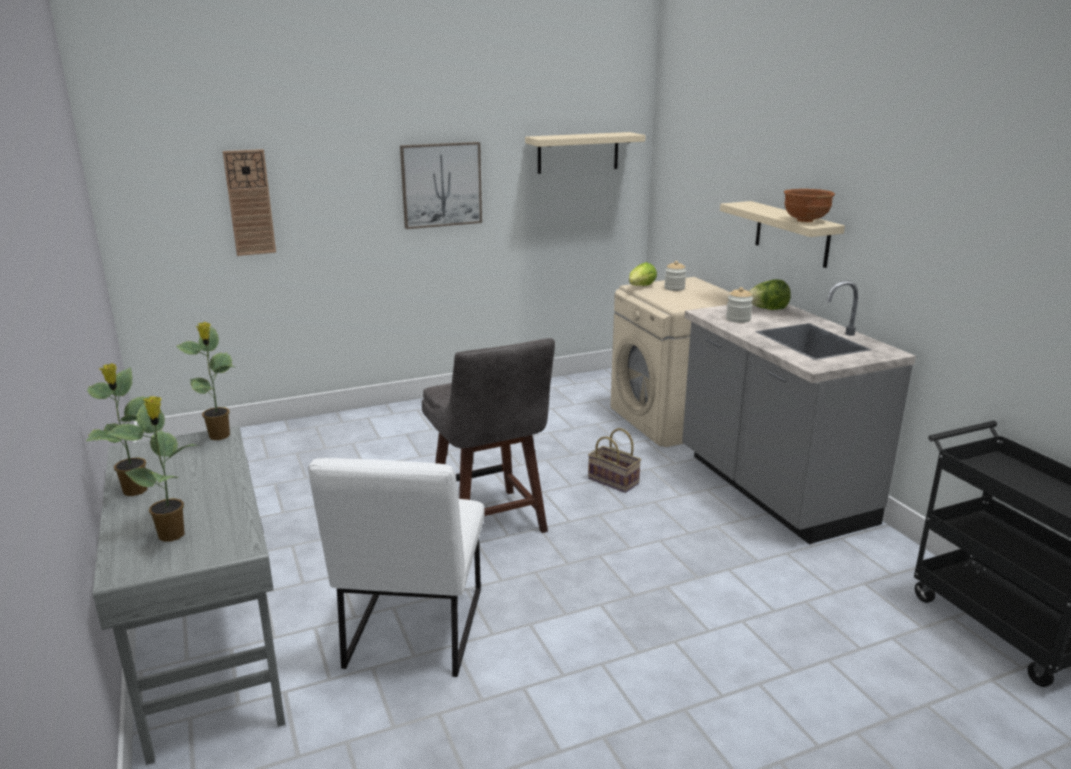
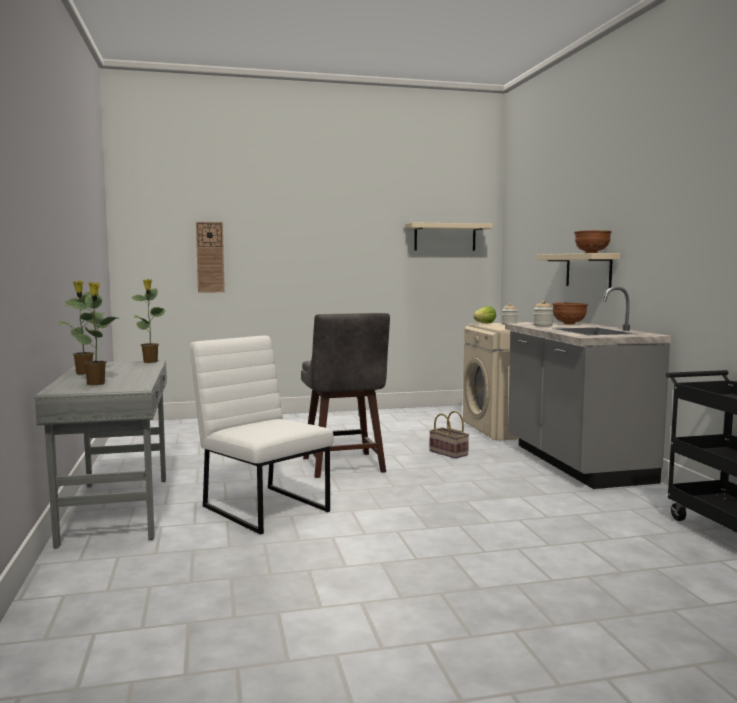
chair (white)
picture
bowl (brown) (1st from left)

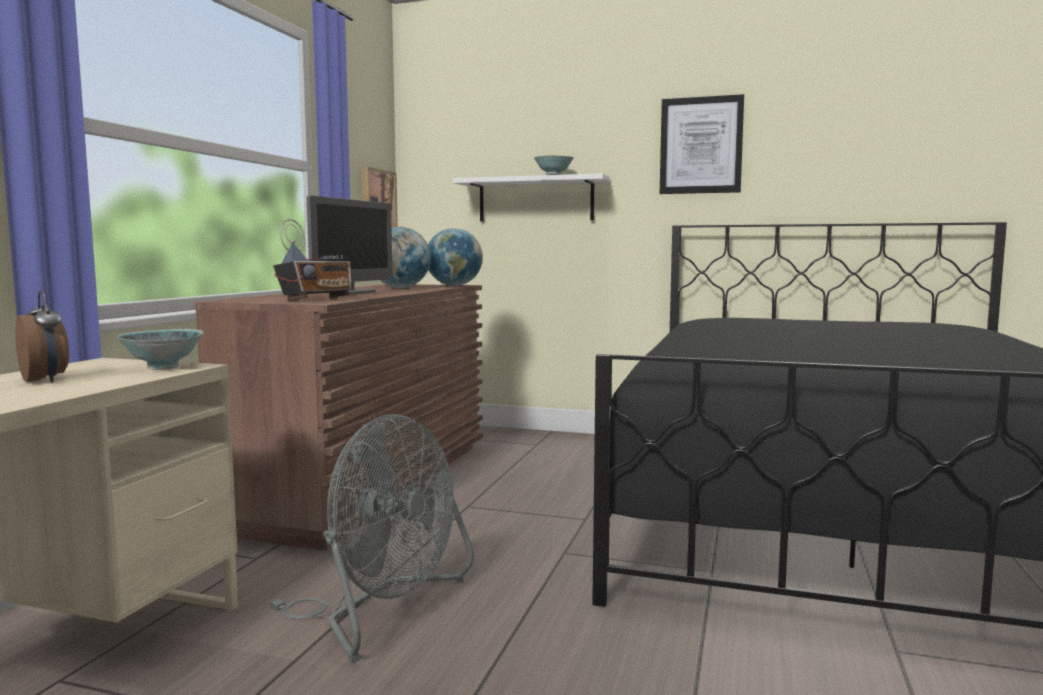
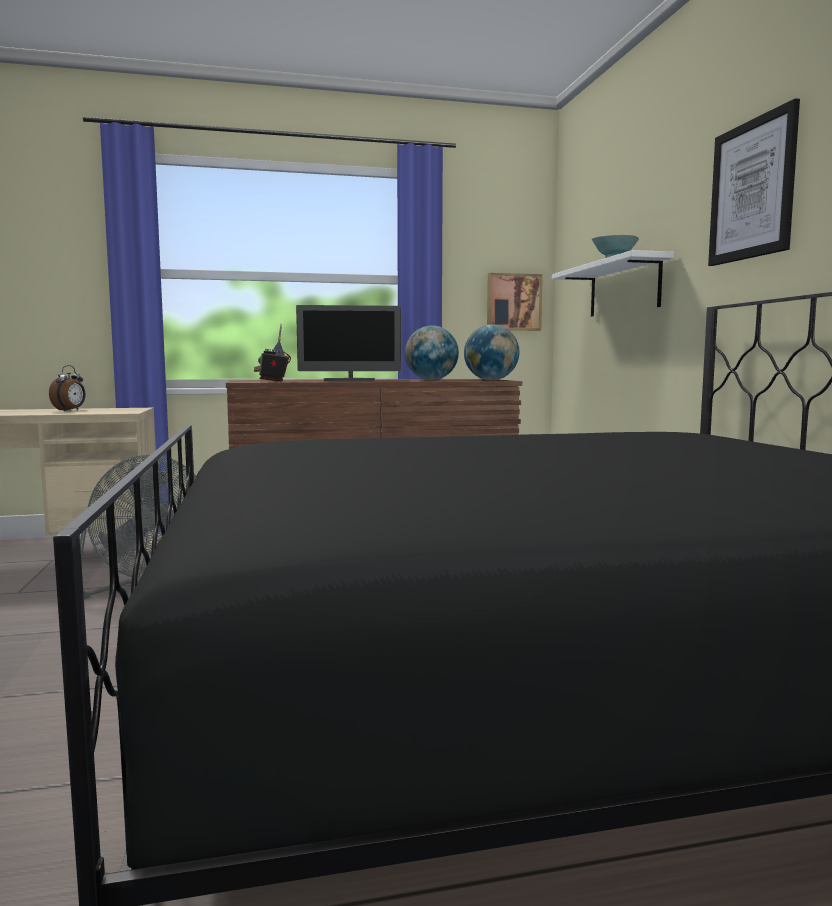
bowl (1st from left in the first image)
radio

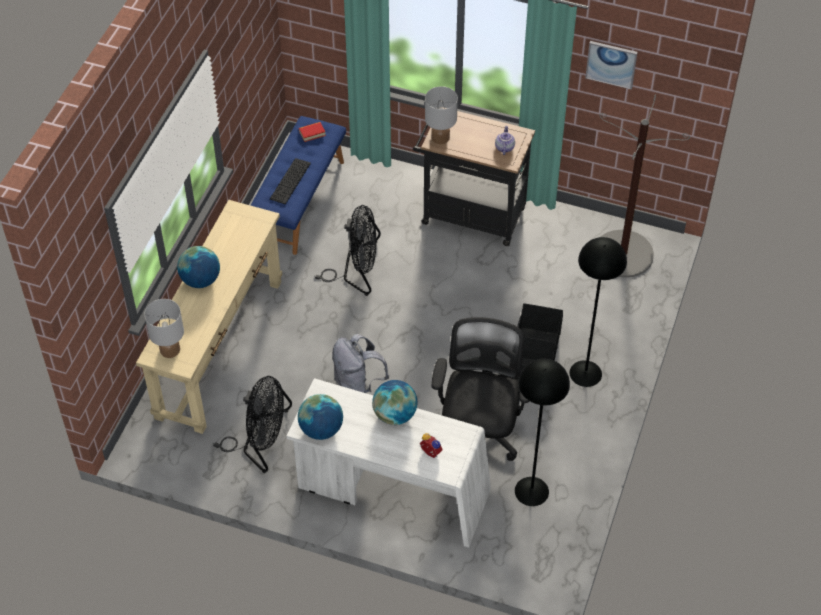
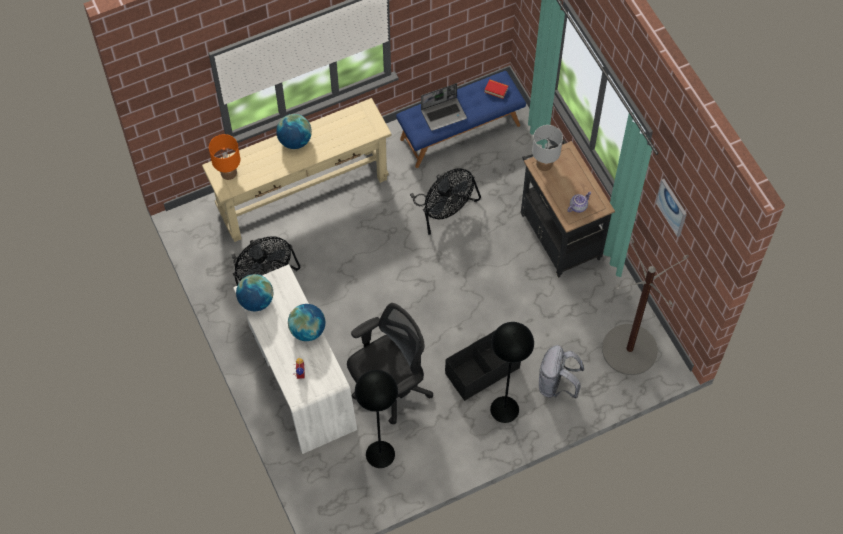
table lamp (orange)
laptop
backpack (grey)

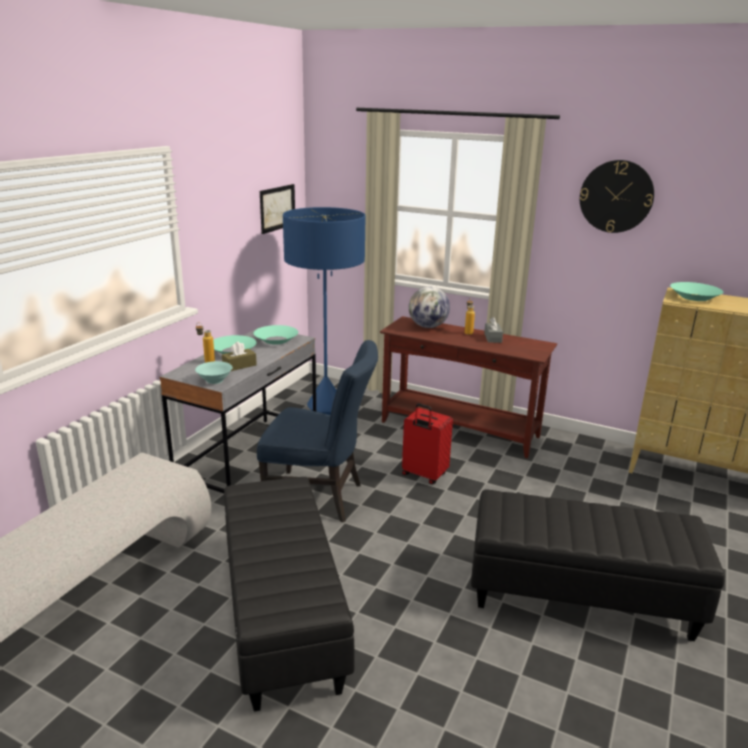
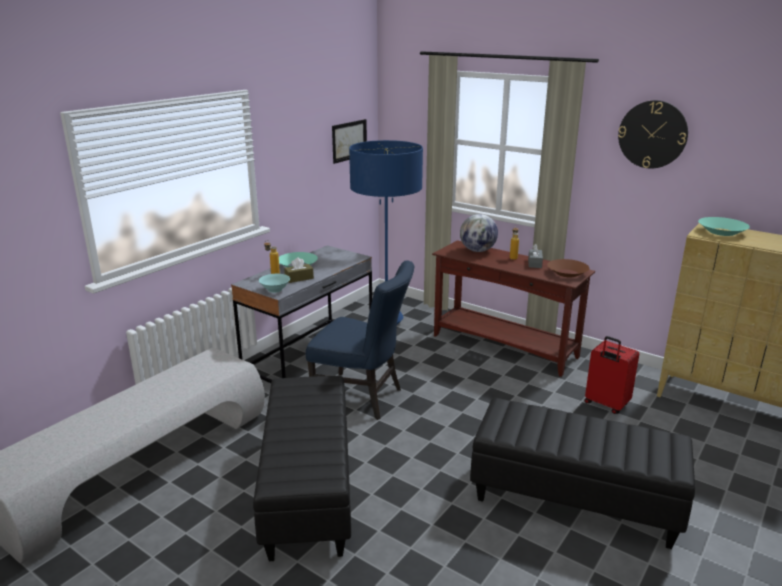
bowl (turquoise) (3rd from left in the first image)
suitcase (red)
bowl (brown)

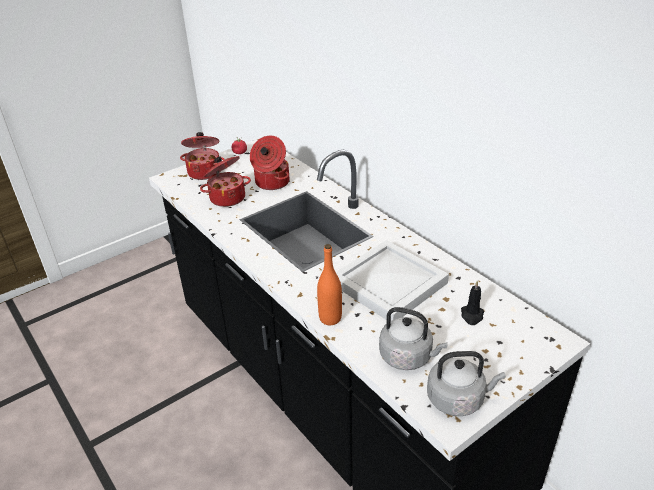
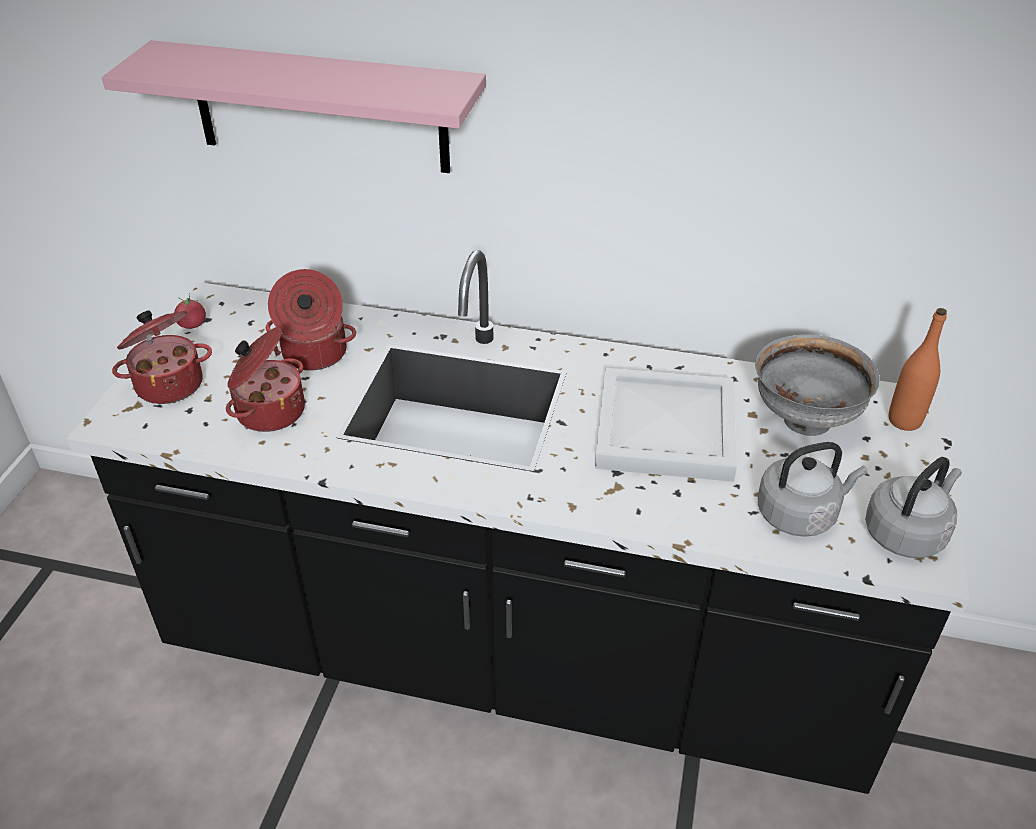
bottle (orange)
bowl (grey)
shelf (pink)

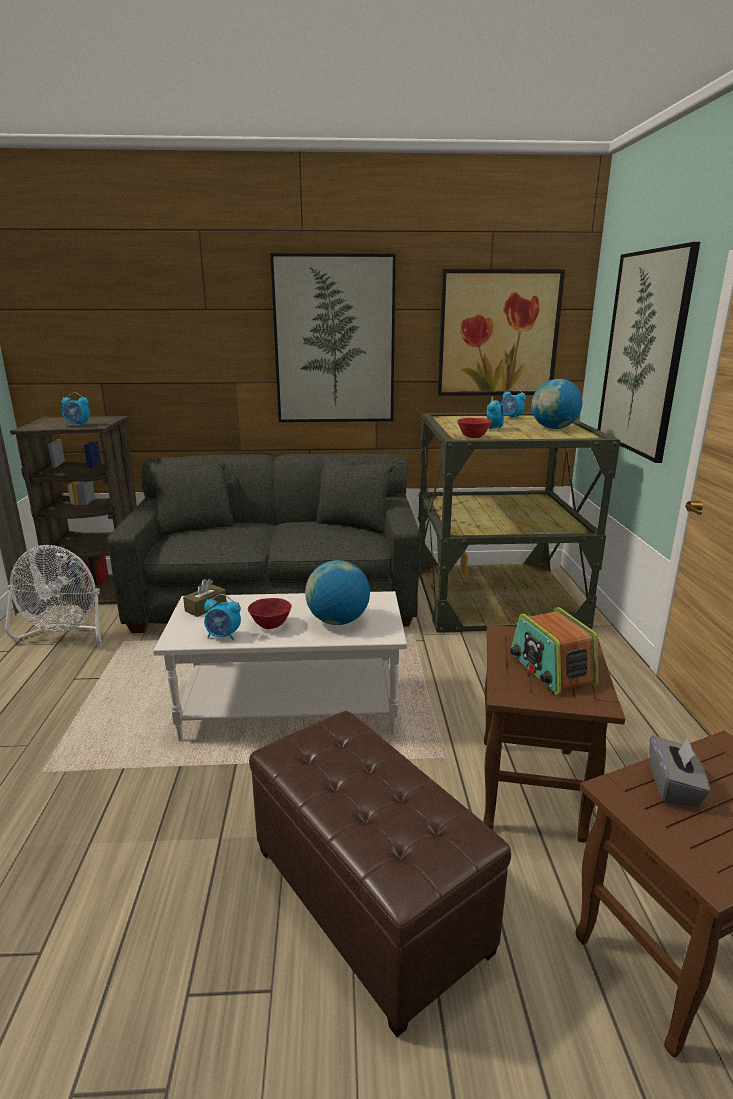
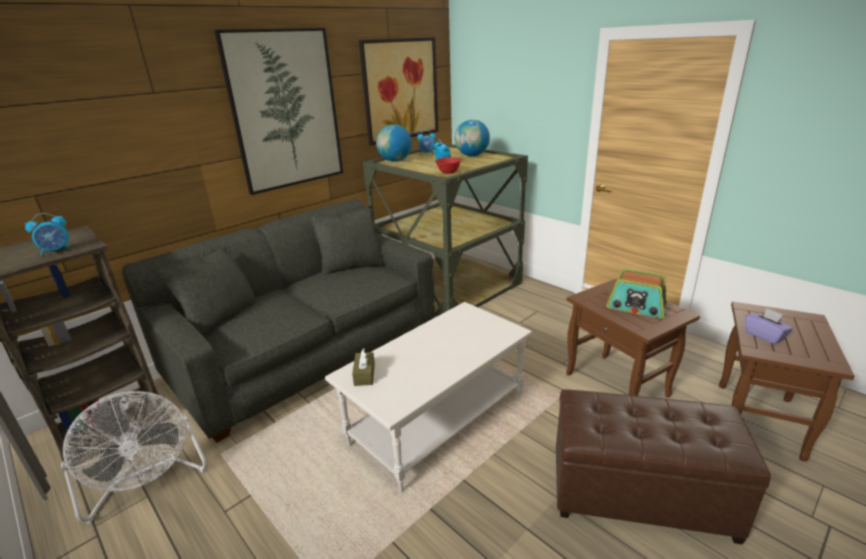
alarm clock (2nd from left in the first image)
bowl (red) (1st from left in the first image)
globe (1st from left)
picture (3rd from left in the first image)
tissue box (purple)

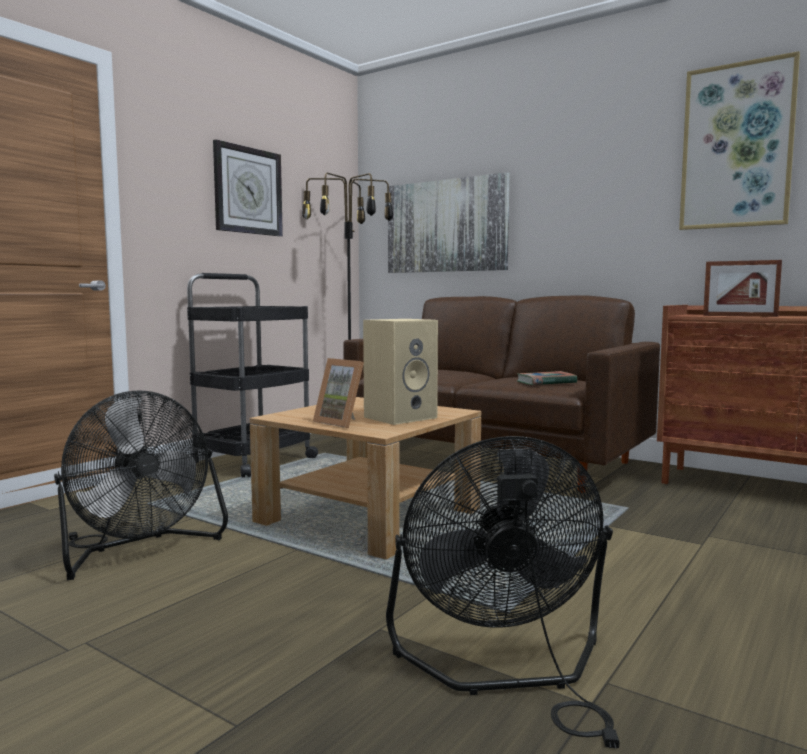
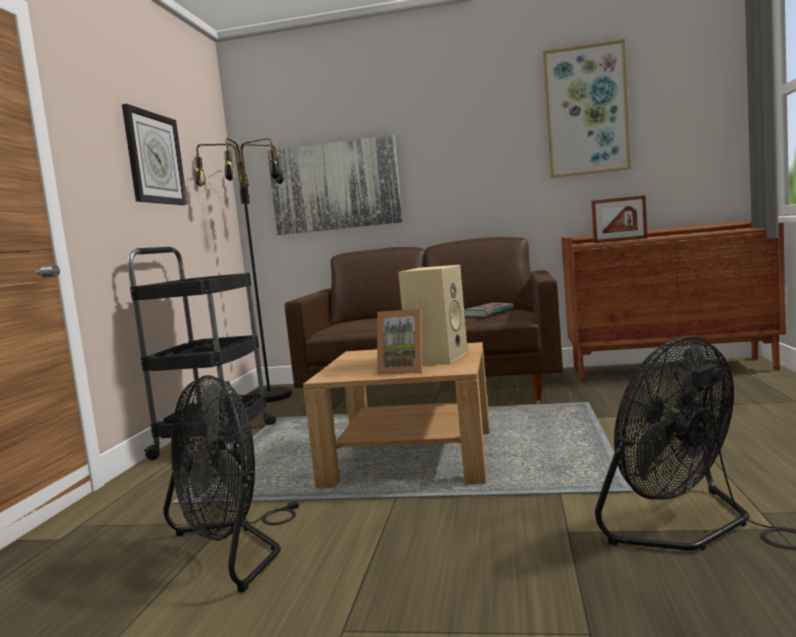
fan (black) (1st from left)

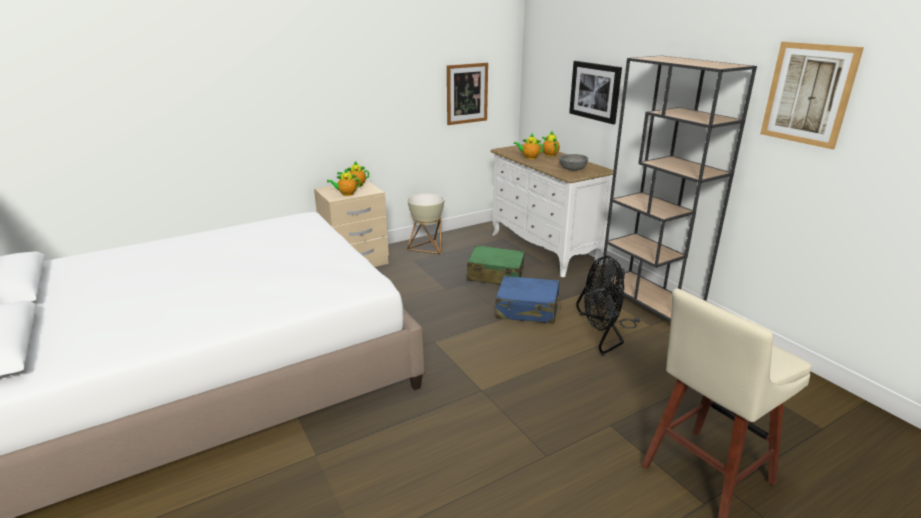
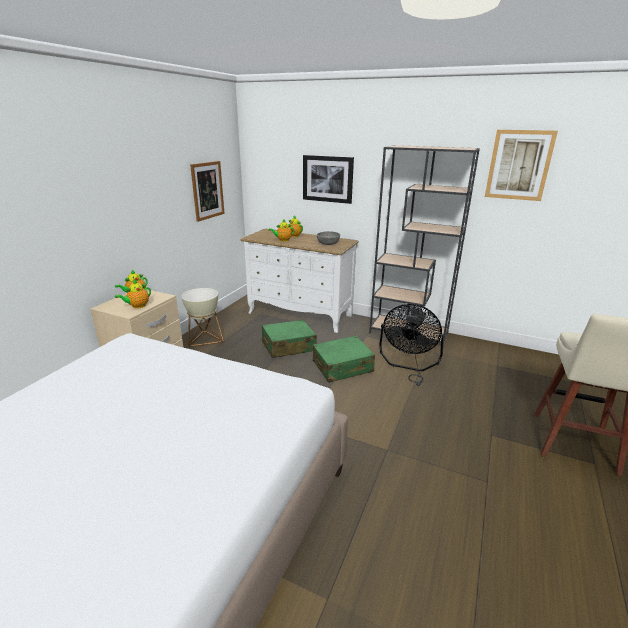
suitcase (green) (2nd from left)
fan (black)

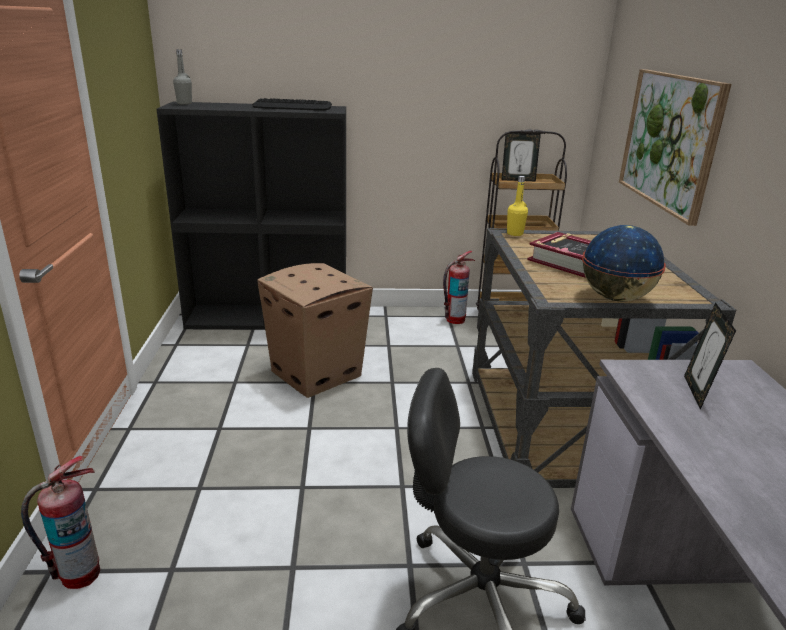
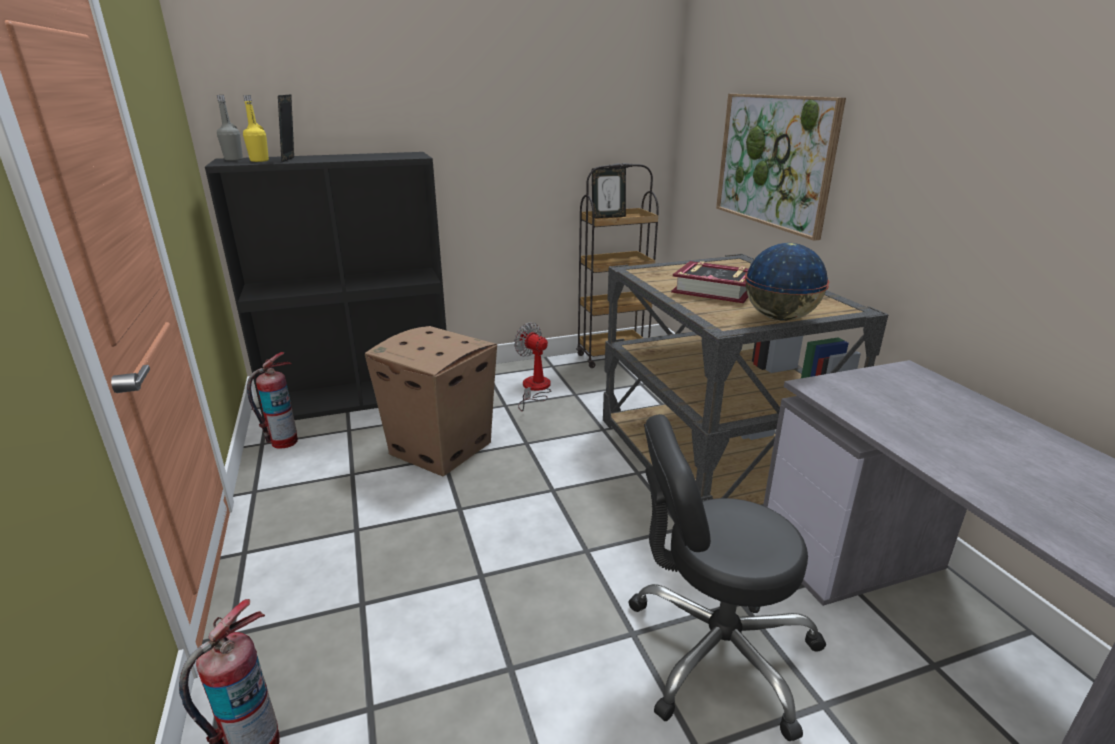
keyboard
fire extinguisher (2nd from left)
bottle (yellow)
picture frame (1st from left)
fan

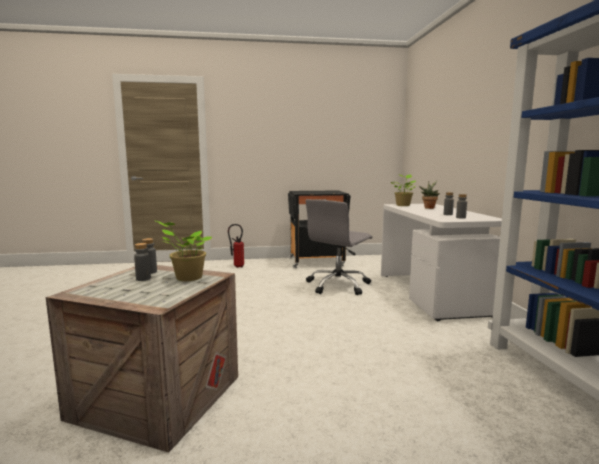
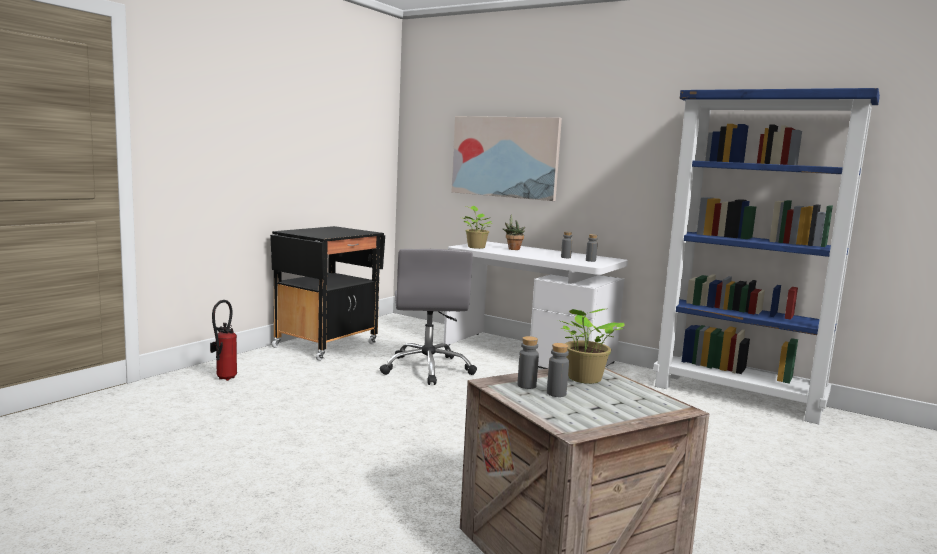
picture

